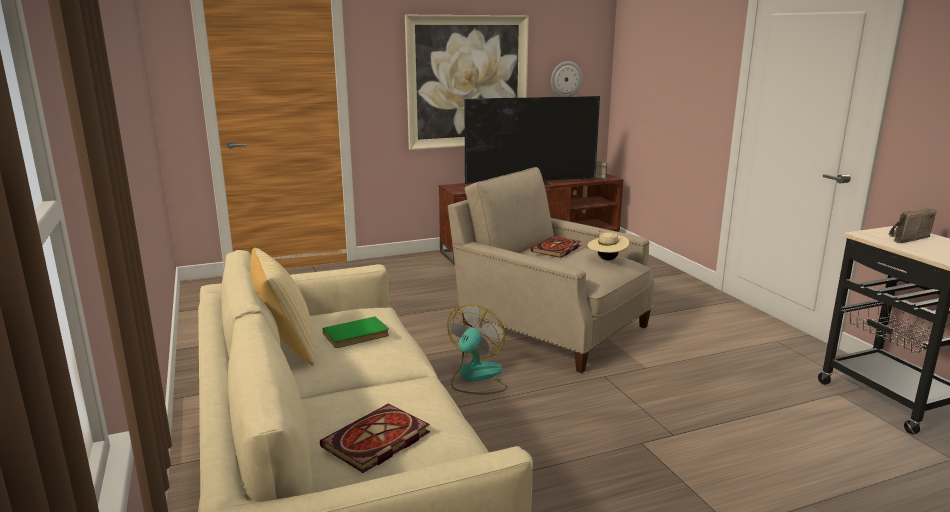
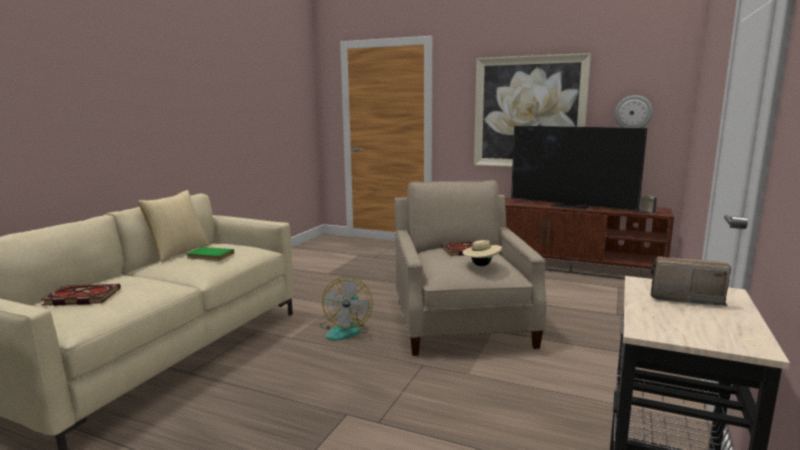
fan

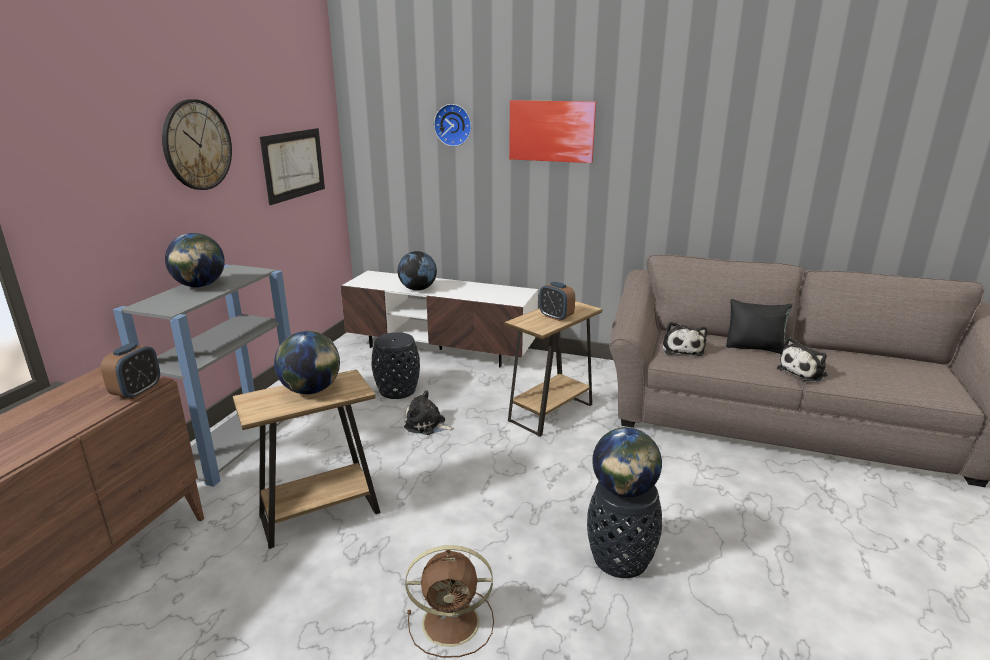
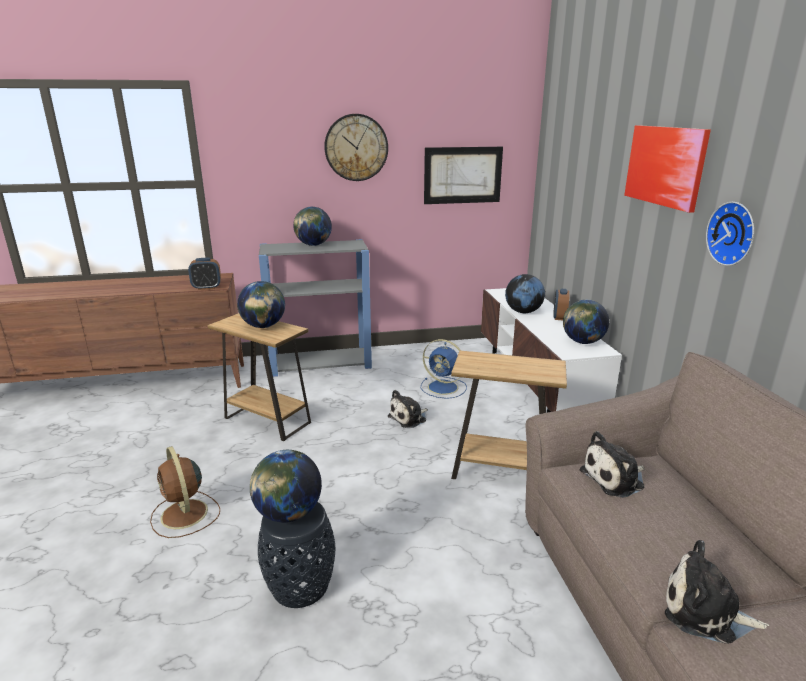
fan (blue)
plush toy (1st from left)
wall clock (2nd from left)
alarm clock (2nd from left)
pillow (black)
globe (5th from left)

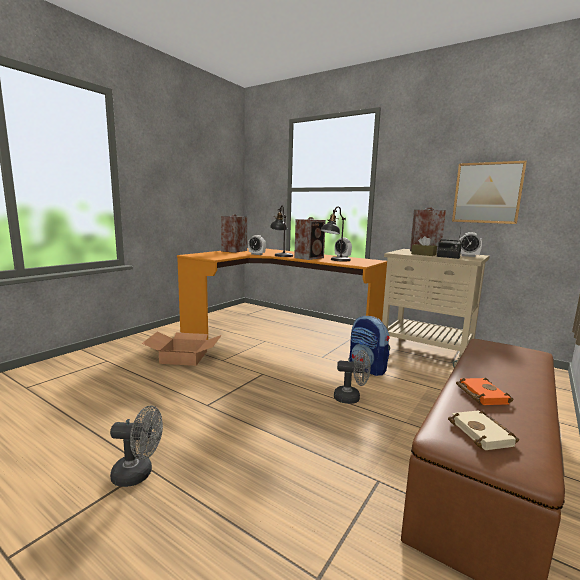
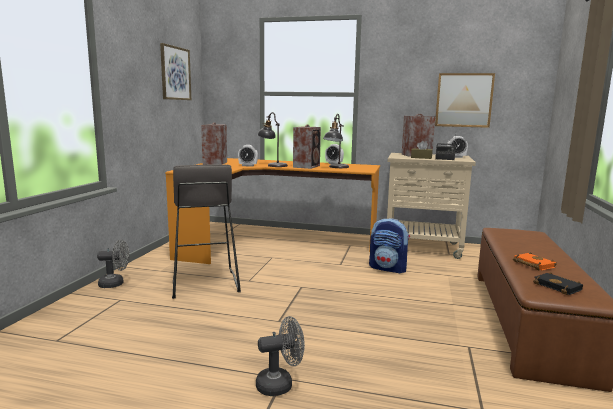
stool (grey)
fan (grey) (1st from left)
book (black)
picture (1st from left)

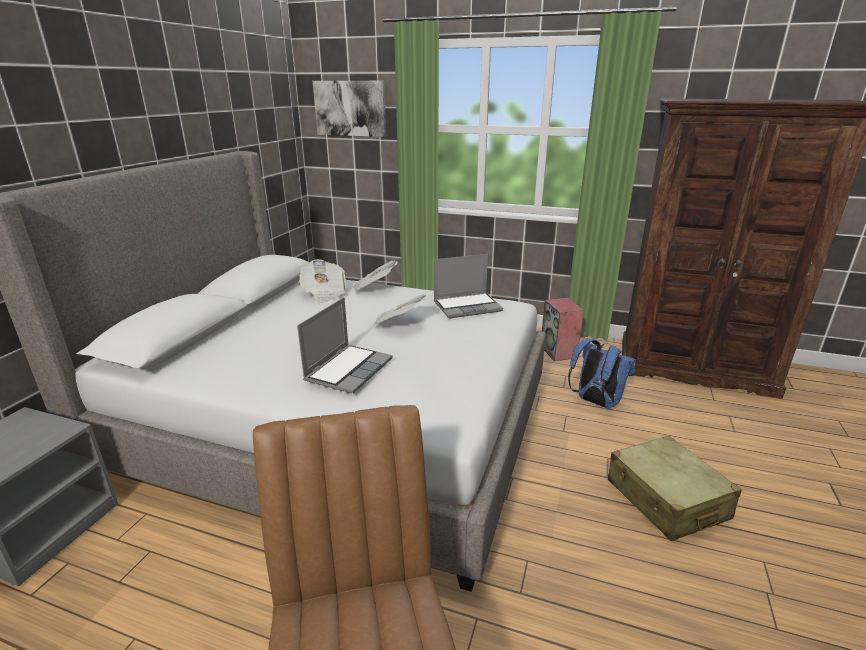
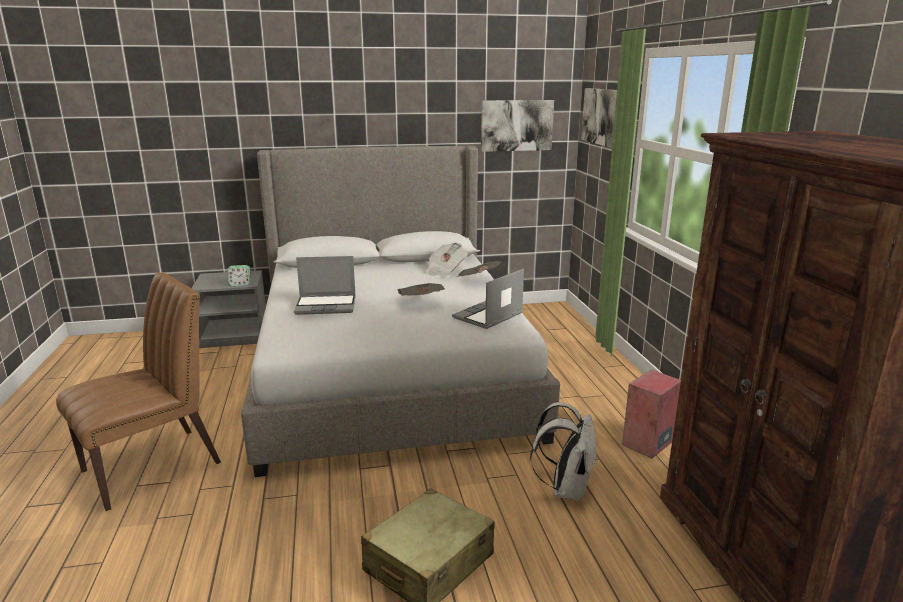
laptop (2nd from left)
backpack (white)
alarm clock
picture (1st from left)

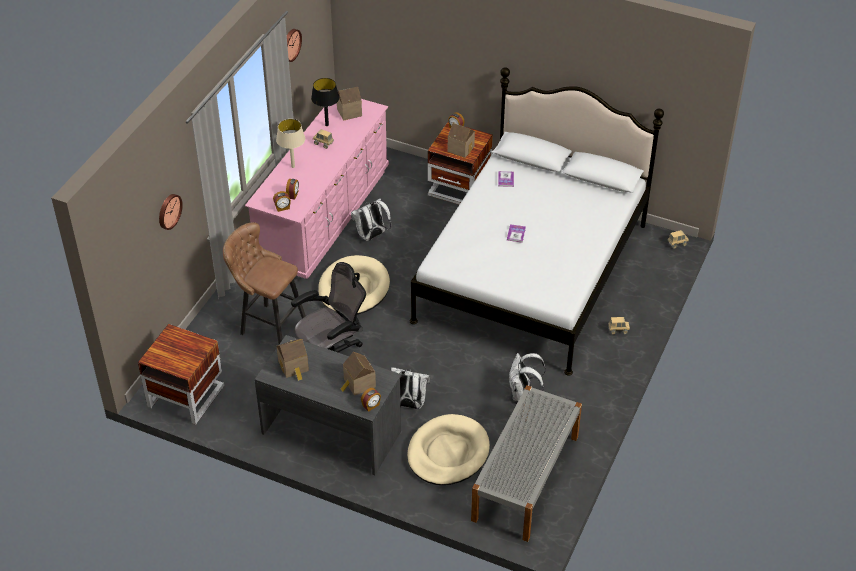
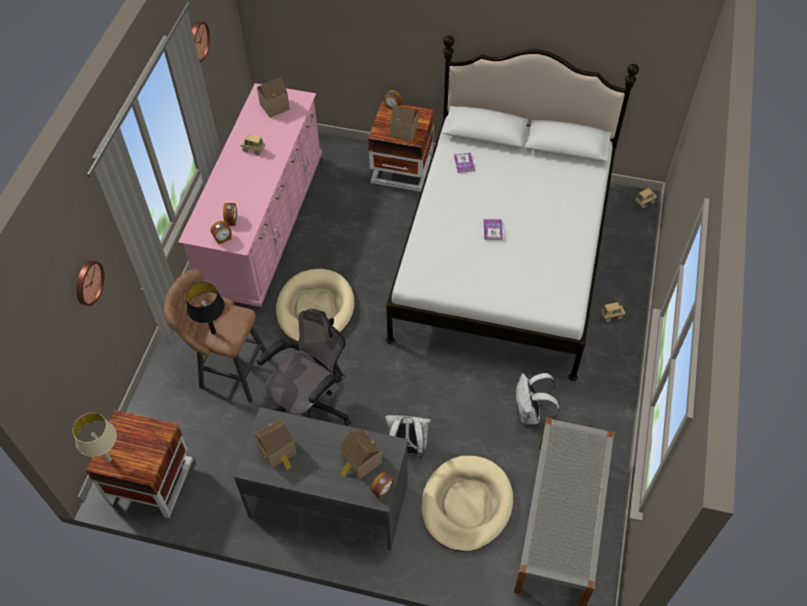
table lamp (beige)
table lamp (black)
backpack (white) (1st from left in the first image)

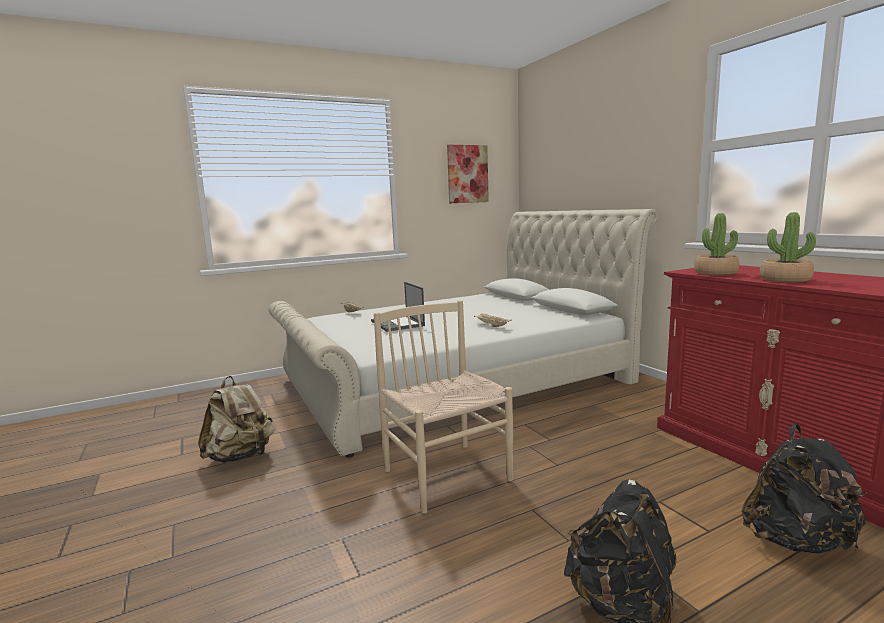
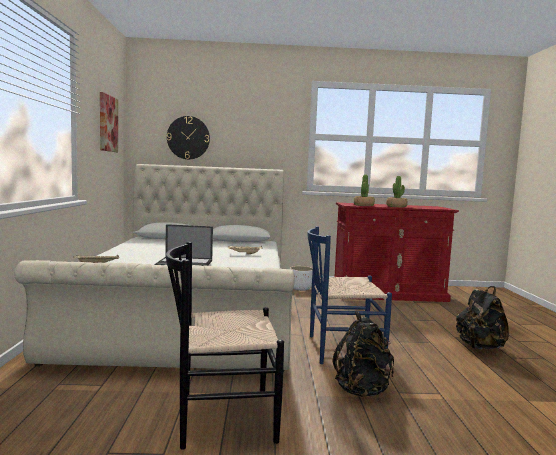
chair (black)
chair (blue)
backpack (black) (1st from left)
wall clock
planter (white)

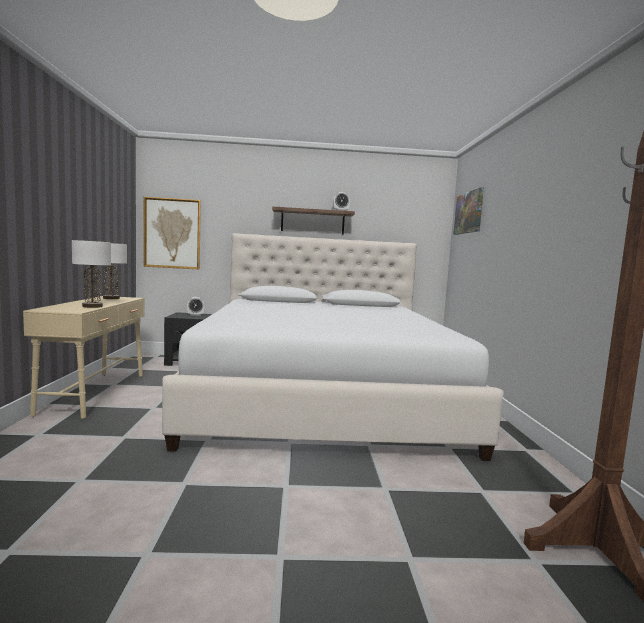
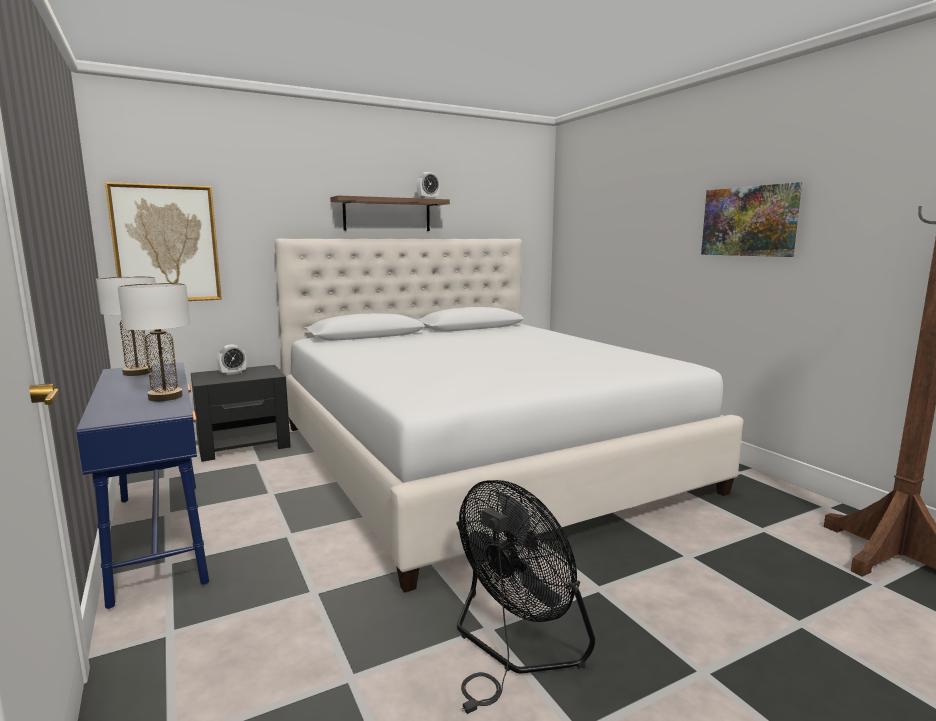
console table (blue)
picture (2nd from left)
fan (black)

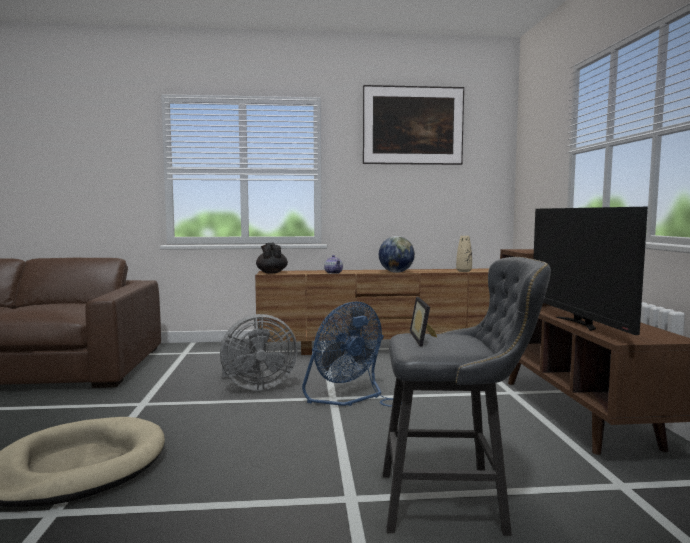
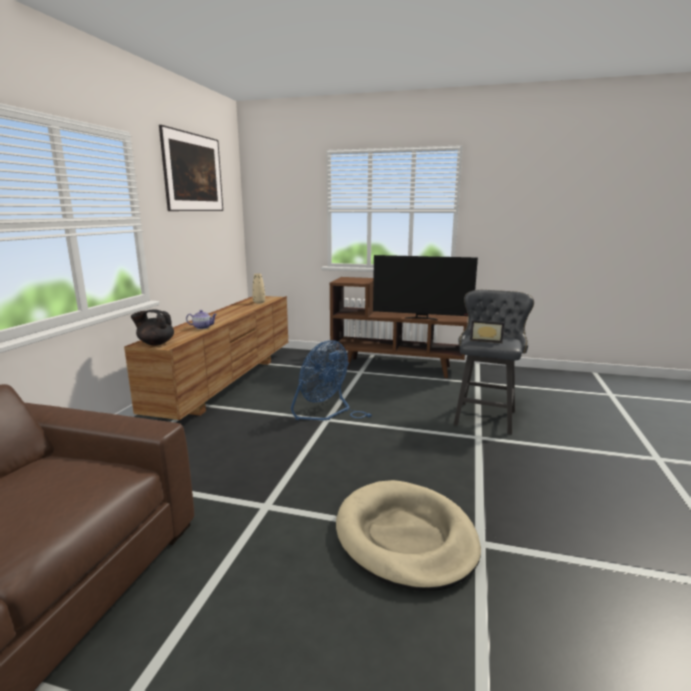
fan (grey)
fan (blue)
globe

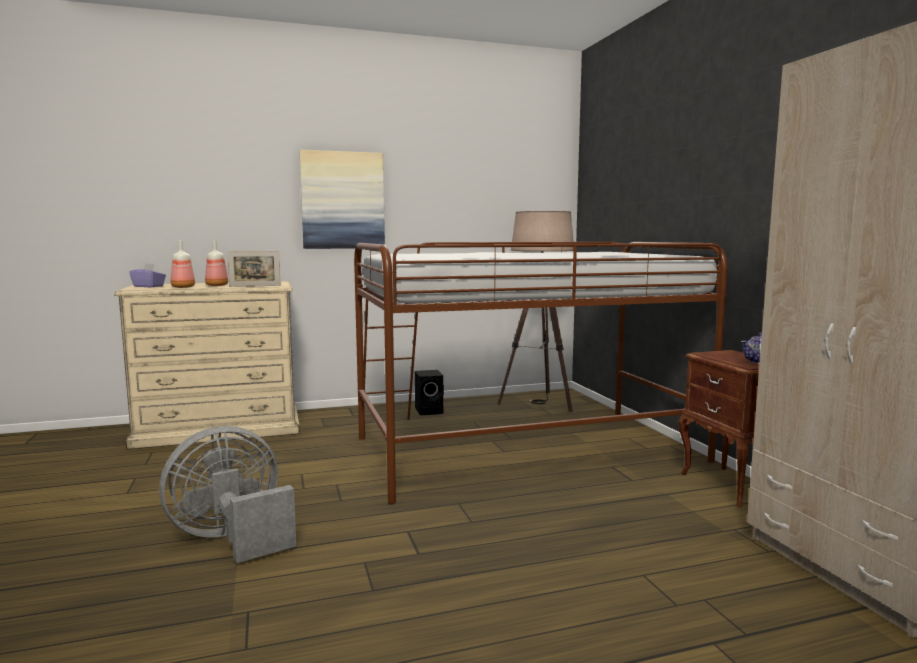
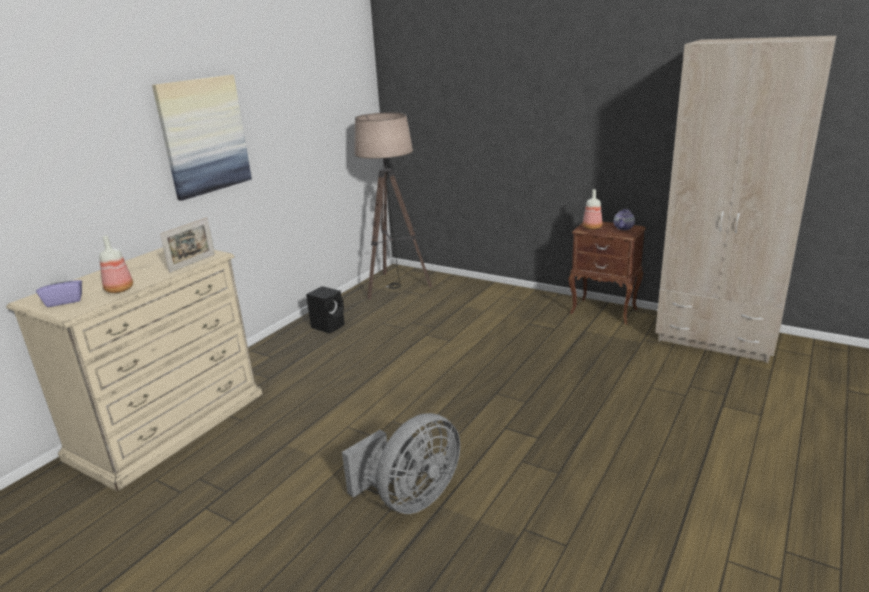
fan (grey)
bottle (2nd from left)
bed (brown)

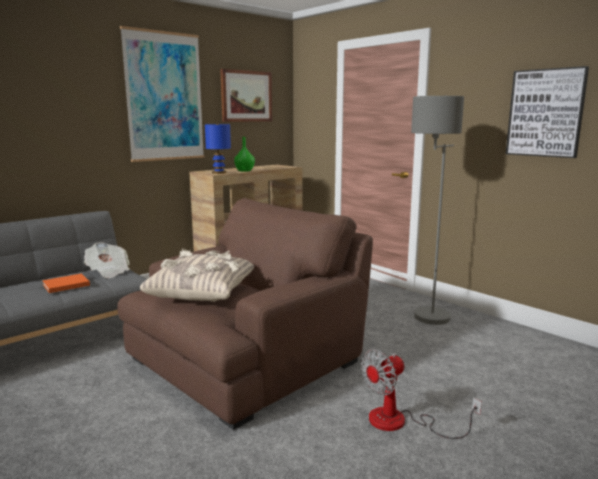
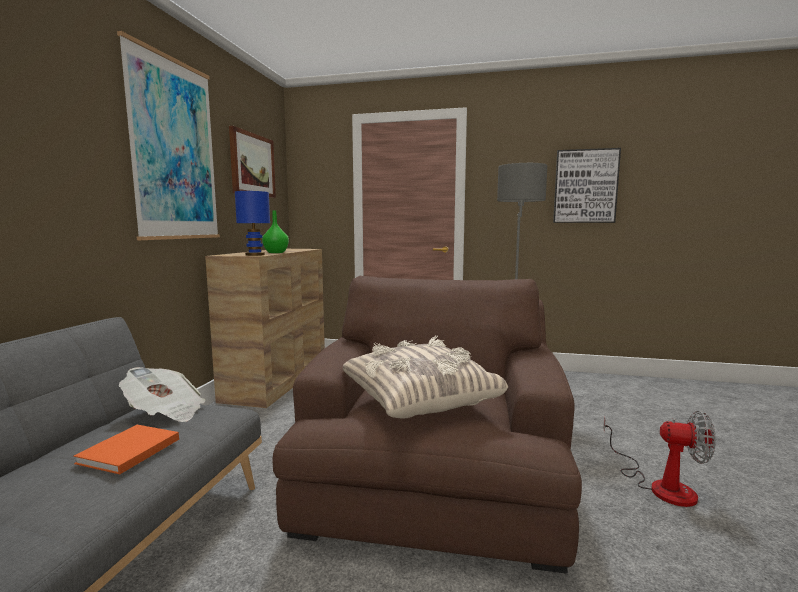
fan

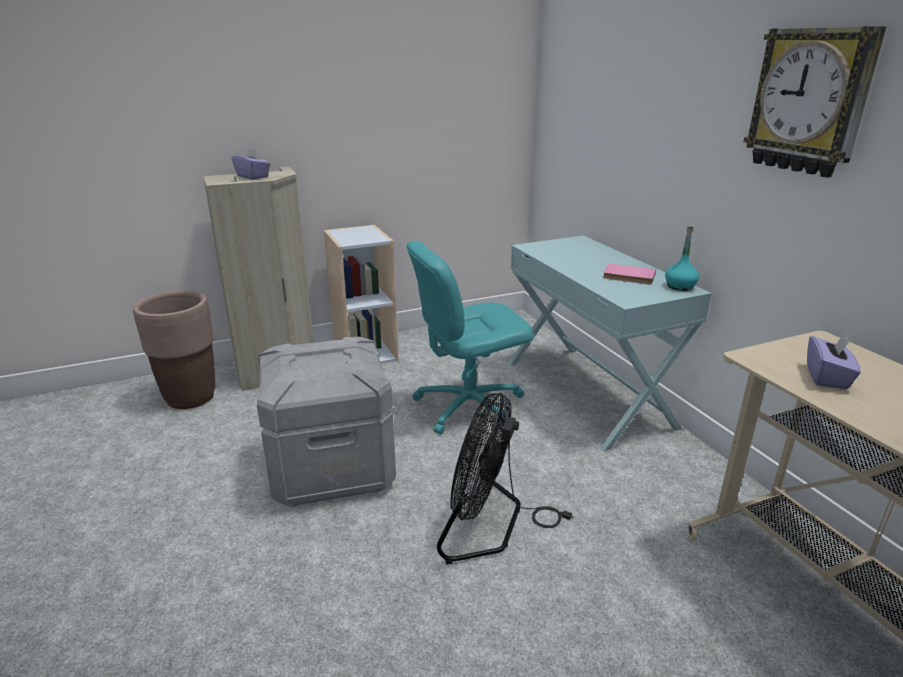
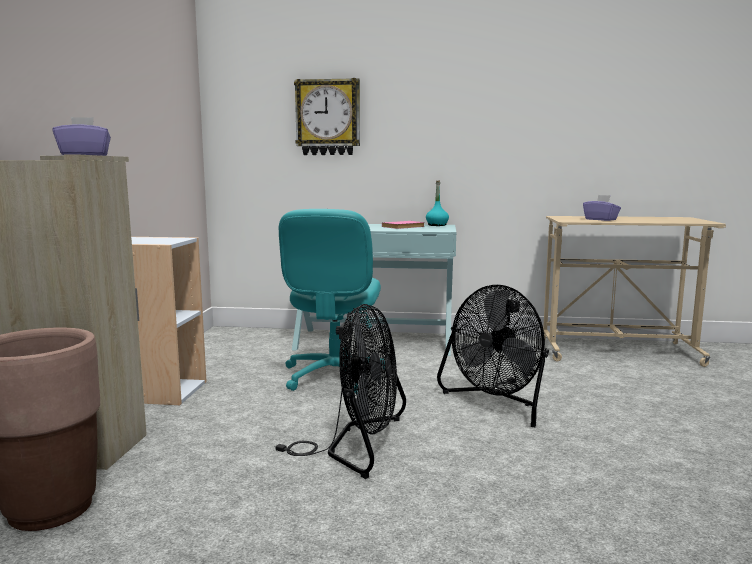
fan (black) (1st from left)
wall clock

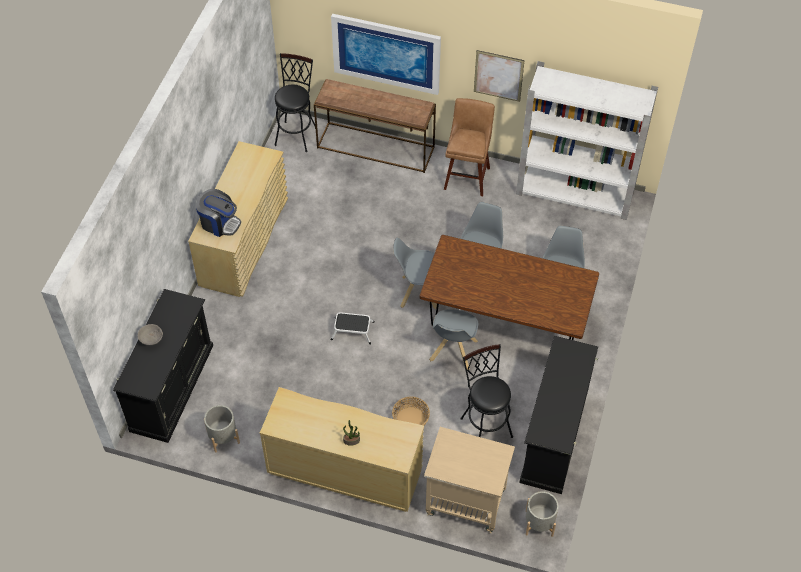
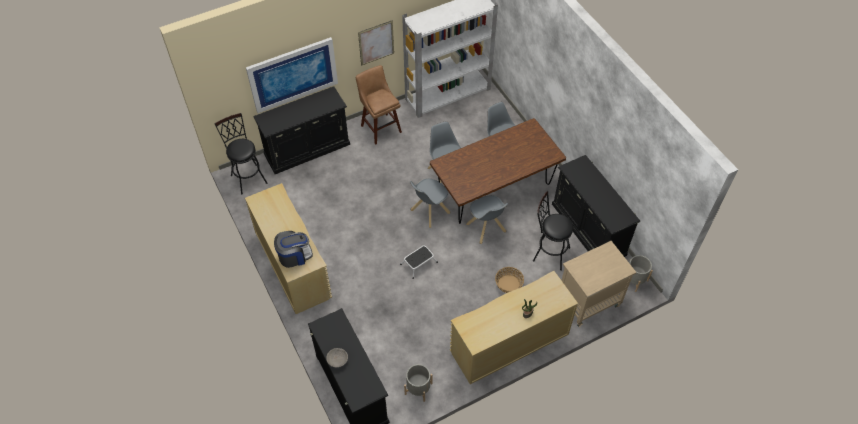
cabinet (black) (1st from left)

